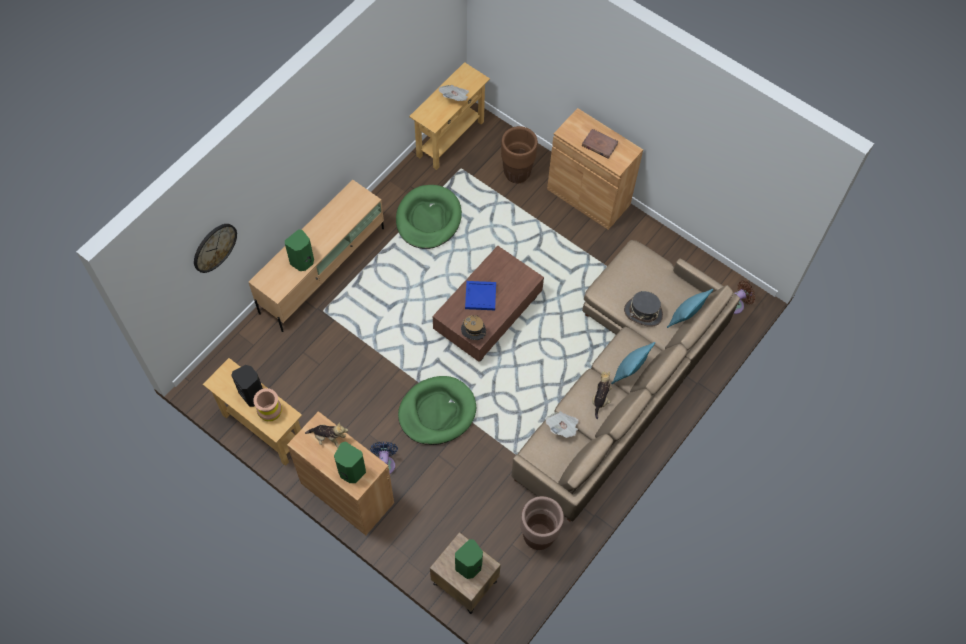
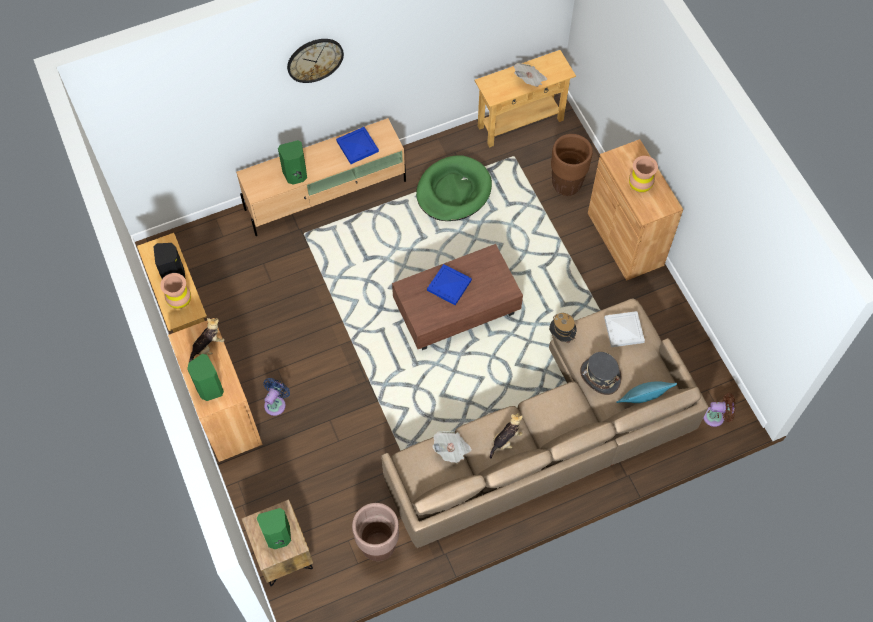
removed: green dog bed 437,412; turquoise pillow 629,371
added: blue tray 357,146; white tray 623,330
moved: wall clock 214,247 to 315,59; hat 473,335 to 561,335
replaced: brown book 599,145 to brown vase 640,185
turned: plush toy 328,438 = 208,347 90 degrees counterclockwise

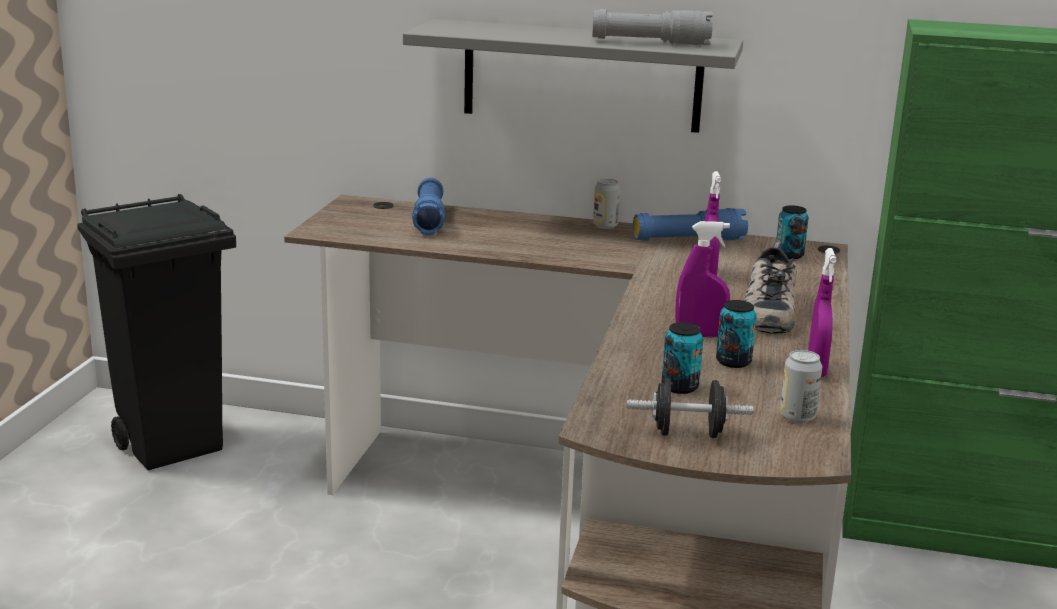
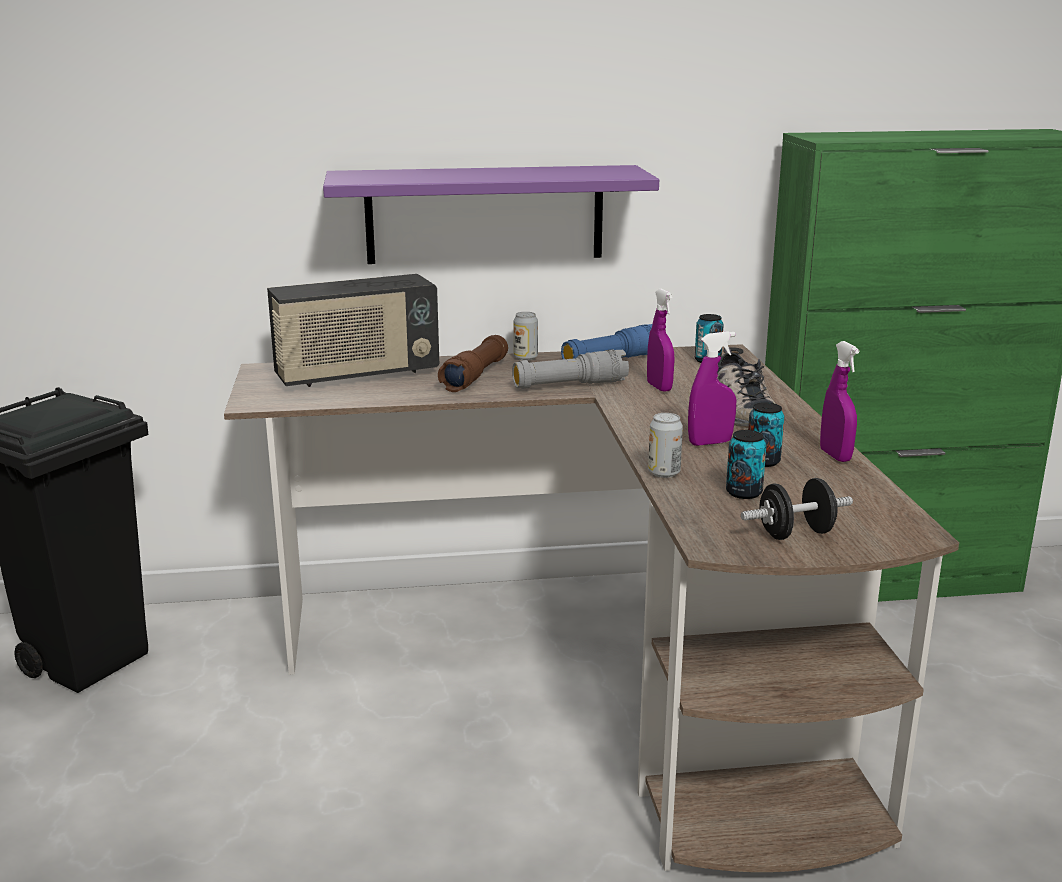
added: brown flashlight 475,376
moved: grey flashlight 650,43 to 569,385; can 797,417 to 664,473
replaced: blue flashlight 429,219 to radio 356,374
recoloured: grey shelf 582,76 to purple shelf 485,214

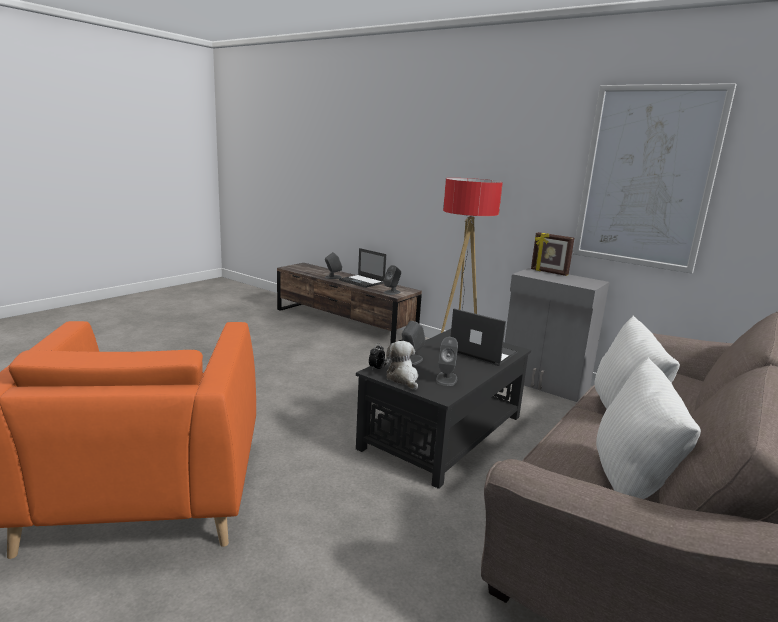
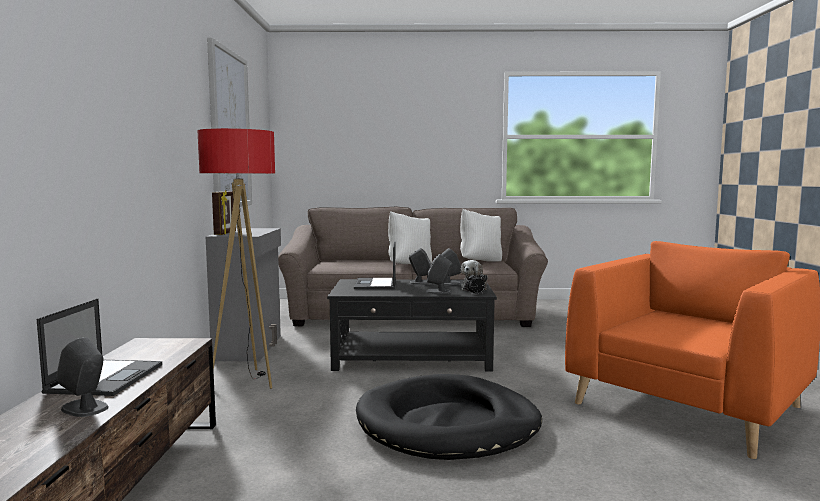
added: black dog bed 448,424
moved: grey speaker 392,292 to 420,283

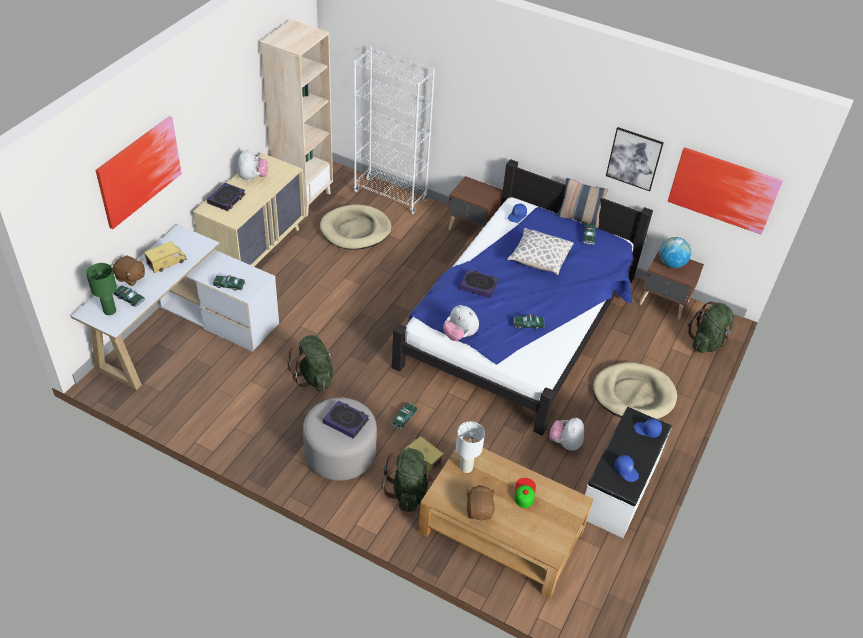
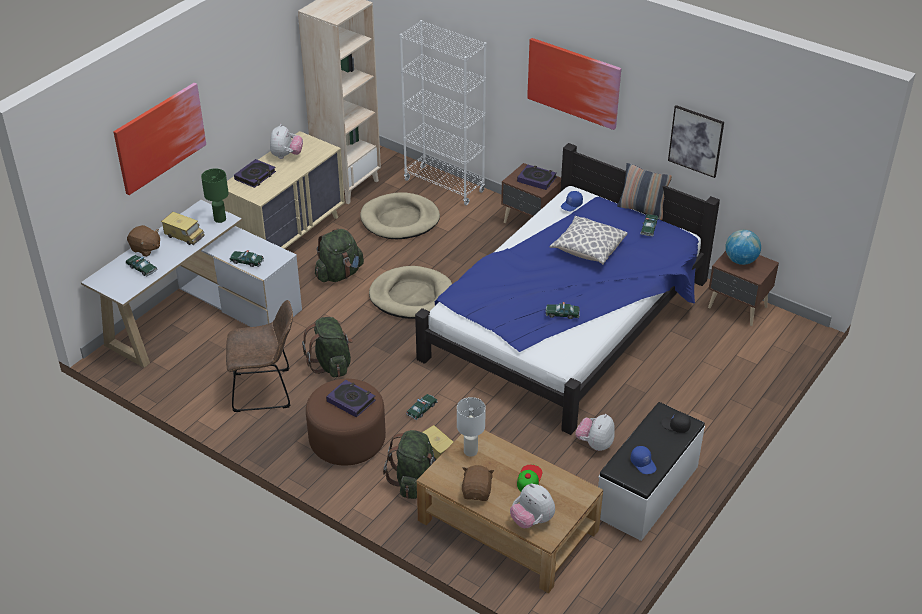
added: brown chair 266,390
moved: green table lamp 110,311 to 220,219; plush toy 459,335 to 532,520; book 478,285 to 536,179; beige dog bed 633,394 to 411,296; picture 723,190 to 574,82; green backpack 707,342 to 339,274
recoloured: grey ottoman 340,454 to brown ottoman 347,440; blue cap 647,430 to black cap 675,426
turned: toy truck 166,262 = 184,235 60 degrees clockwise

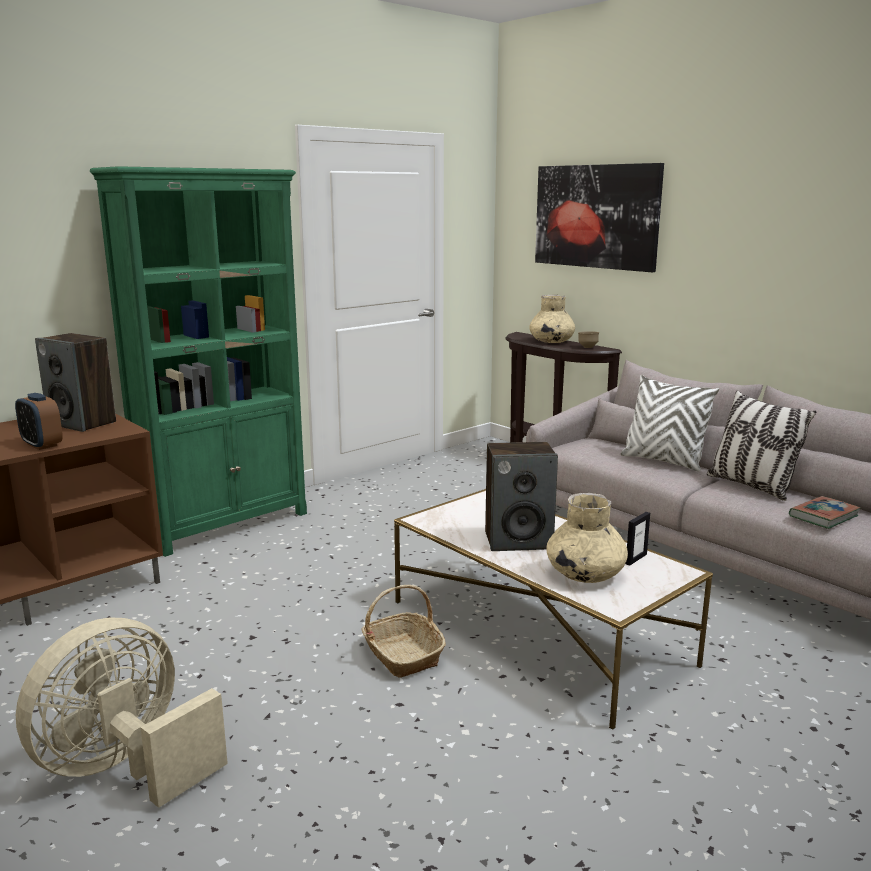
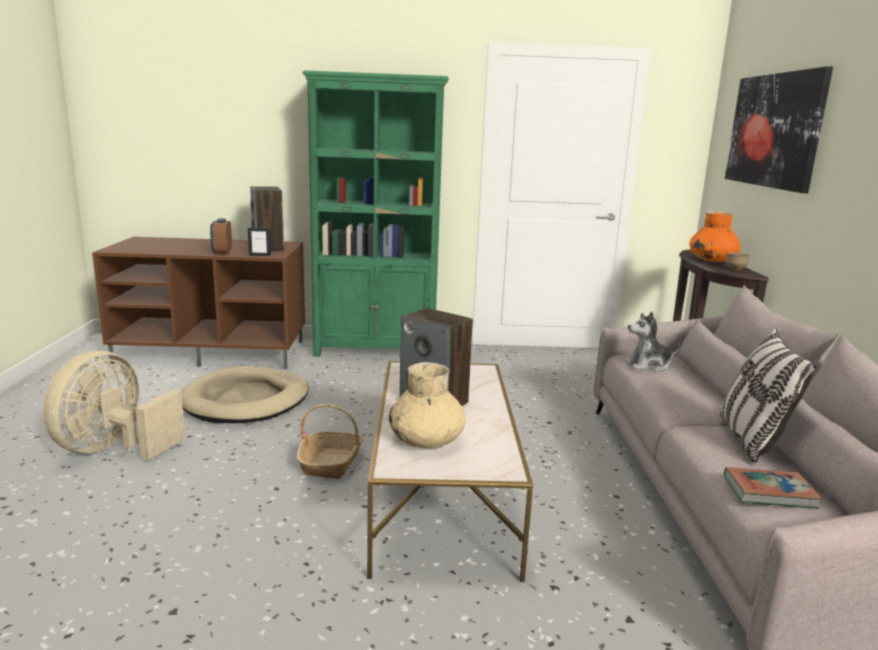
removed: white pillow 663,461
added: beige dog bed 246,400; plush toy 648,365
moved: picture frame 636,559 to 259,255
recoloured: beige vase 551,342 to orange vase 711,260
turned: beige fan 126,767 = 114,449 60 degrees counterclockwise

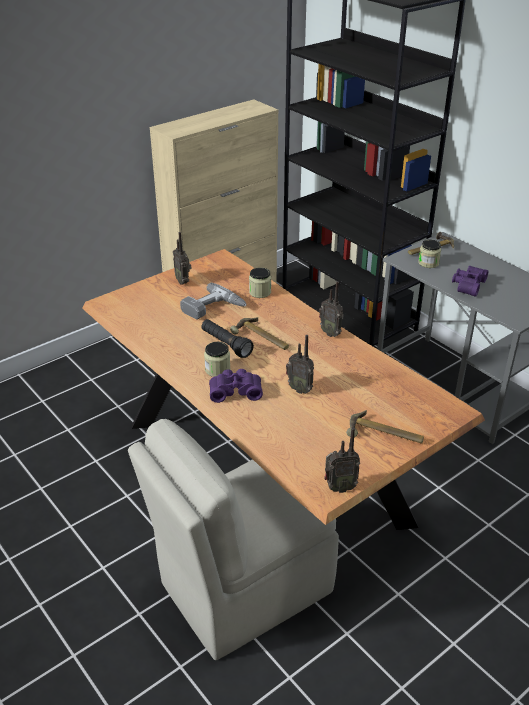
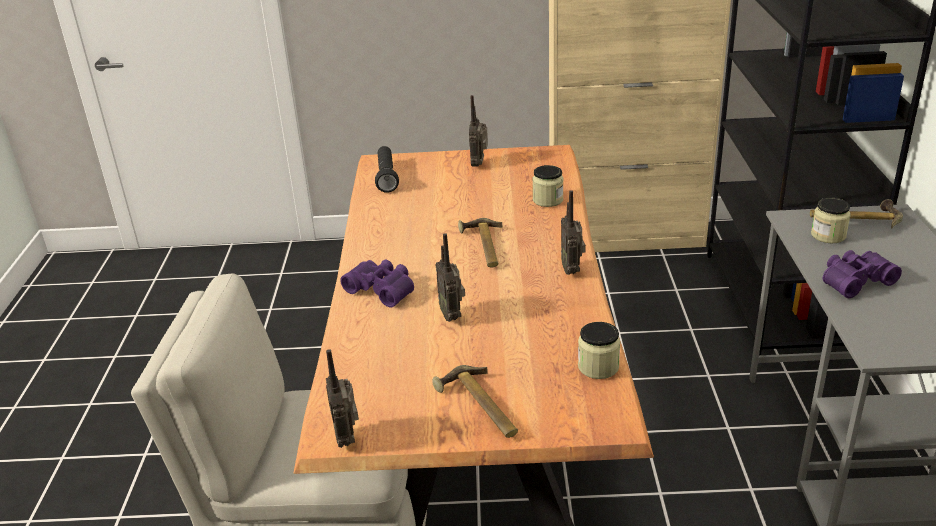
removed: power drill 214,309
moved: black flashlight 226,344 to 386,177; jar 217,369 to 598,367
turned: radio 339,487 = 347,438 45 degrees clockwise

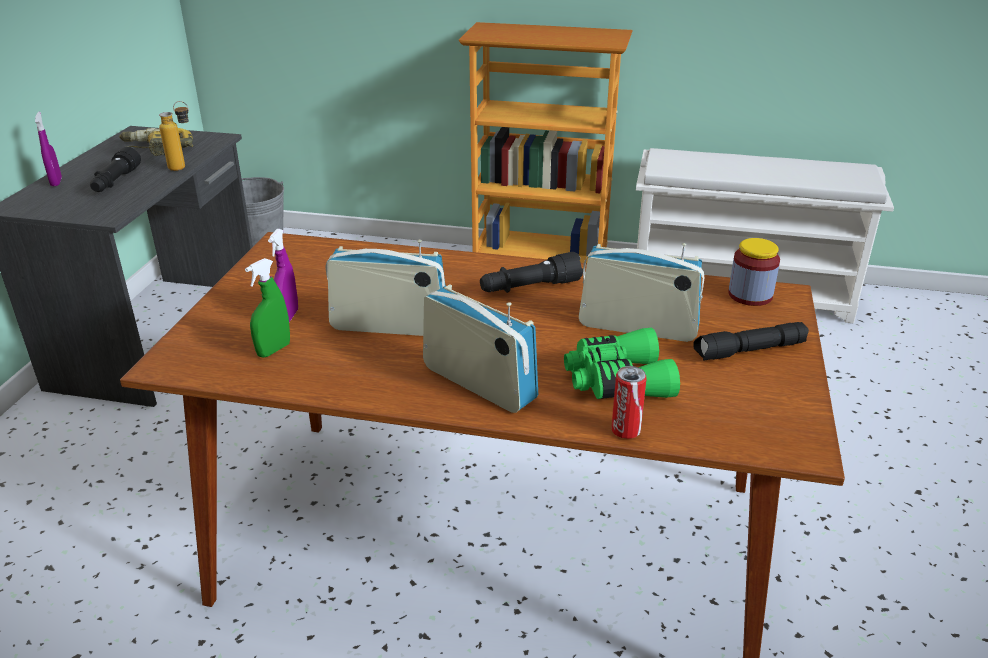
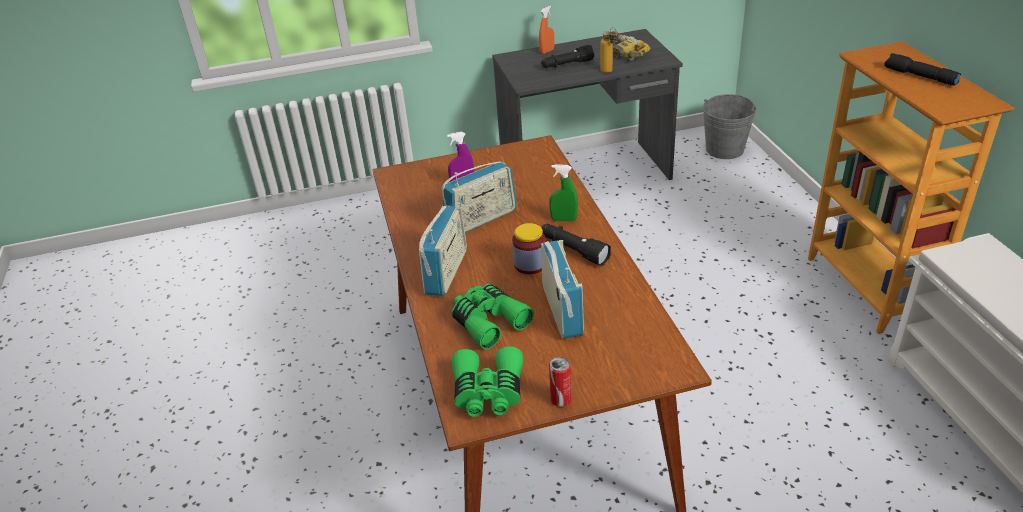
added: green binoculars 488,392
moved: green spray bottle 273,350 to 564,220; can 625,431 to 561,400; black flashlight 749,351 to 919,76; jar 750,295 to 530,264
recoloured: purple spray bottle 56,182 to orange spray bottle 547,51
turned: radio 390,326 = 481,219 75 degrees clockwise

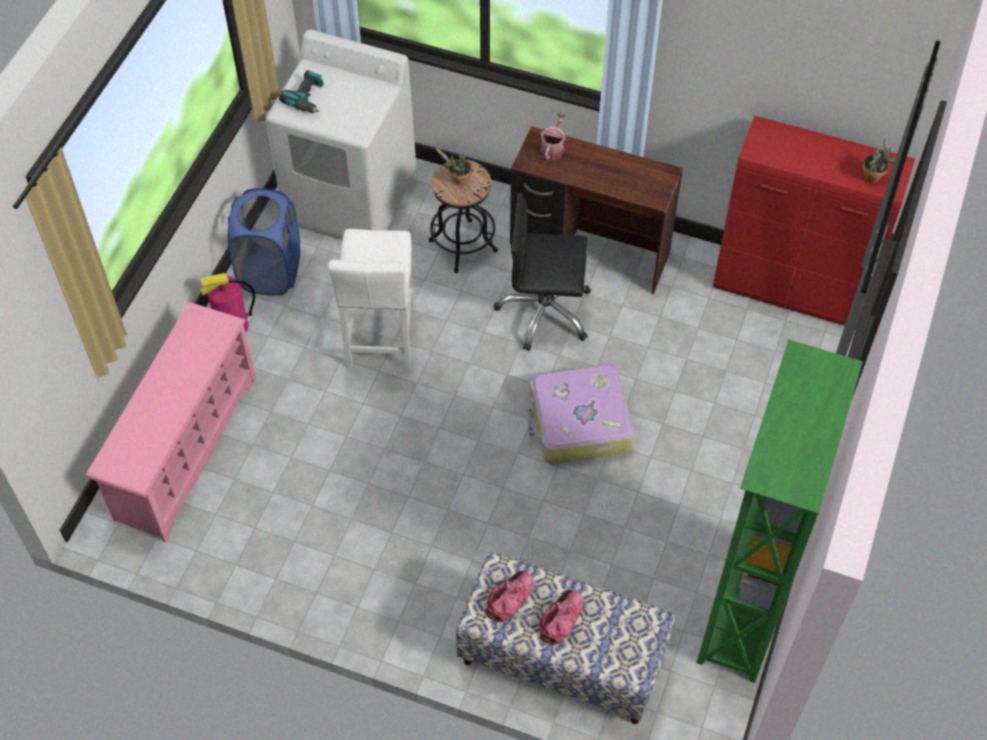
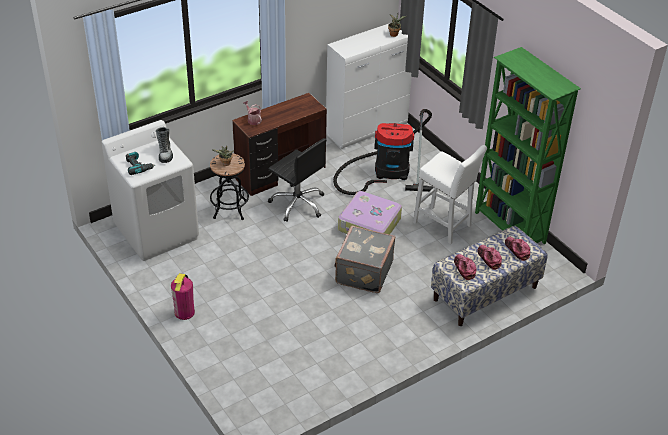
removed: pink shoe rack 184,447; blue laundry basket 270,271
added: boot 165,153; vacuum cleaner 387,172; grey suitcase 363,272; cap 517,250
moved: white stool 381,340 to 444,226
recoloured: red cabinet 792,290 to white cabinet 367,129
turned: black office chair 545,312 = 298,204 90 degrees counterclockwise

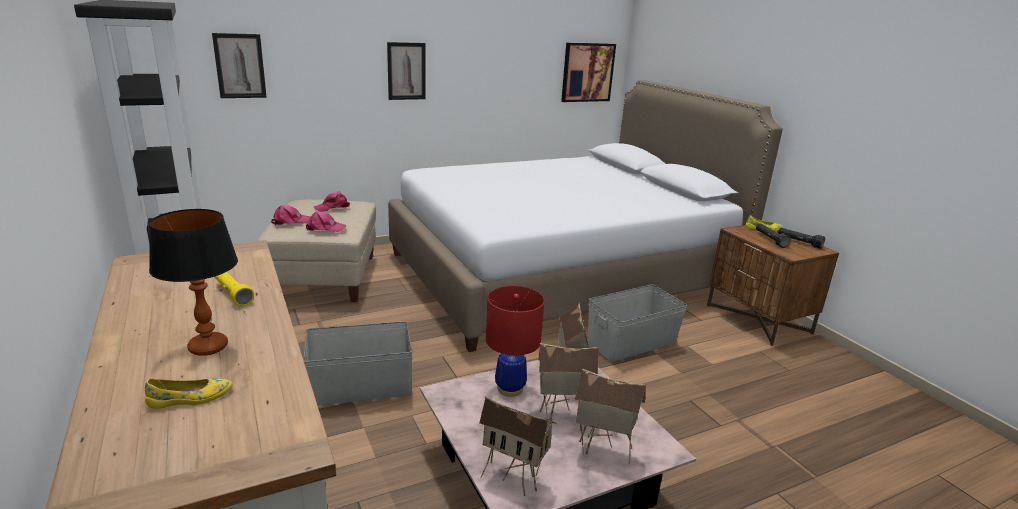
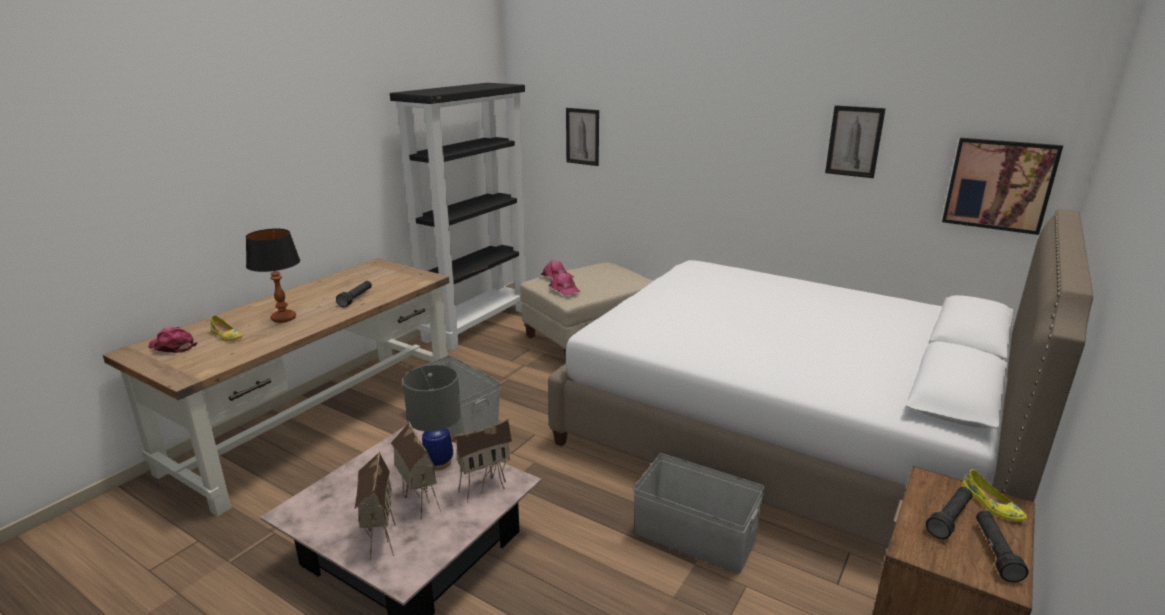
removed: toy house 514,477
moved: pink cap 332,207 to 172,346; picture 406,71 to 854,141
recoloured: yellow flashlight 232,293 to black flashlight 356,298; red table lamp 510,389 to grey table lamp 438,463

